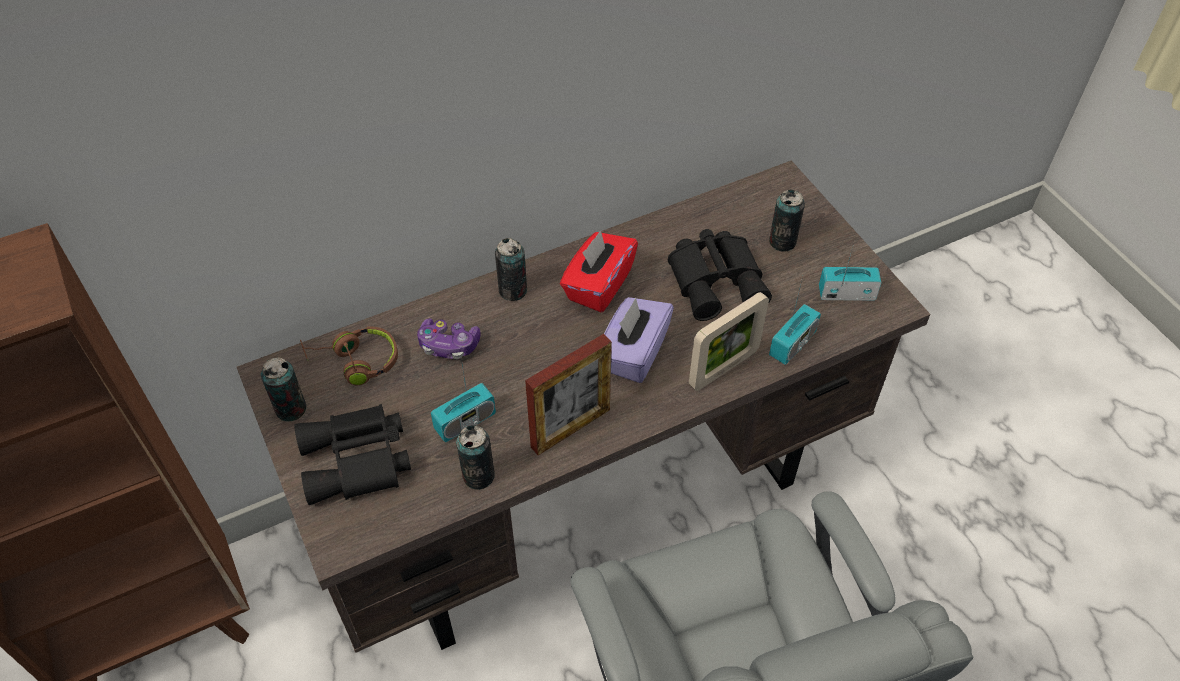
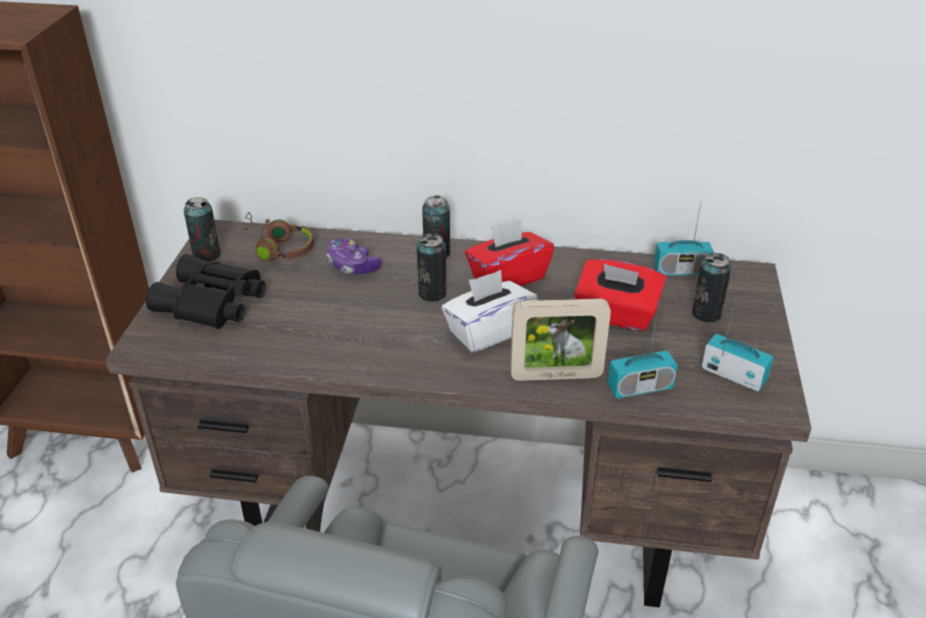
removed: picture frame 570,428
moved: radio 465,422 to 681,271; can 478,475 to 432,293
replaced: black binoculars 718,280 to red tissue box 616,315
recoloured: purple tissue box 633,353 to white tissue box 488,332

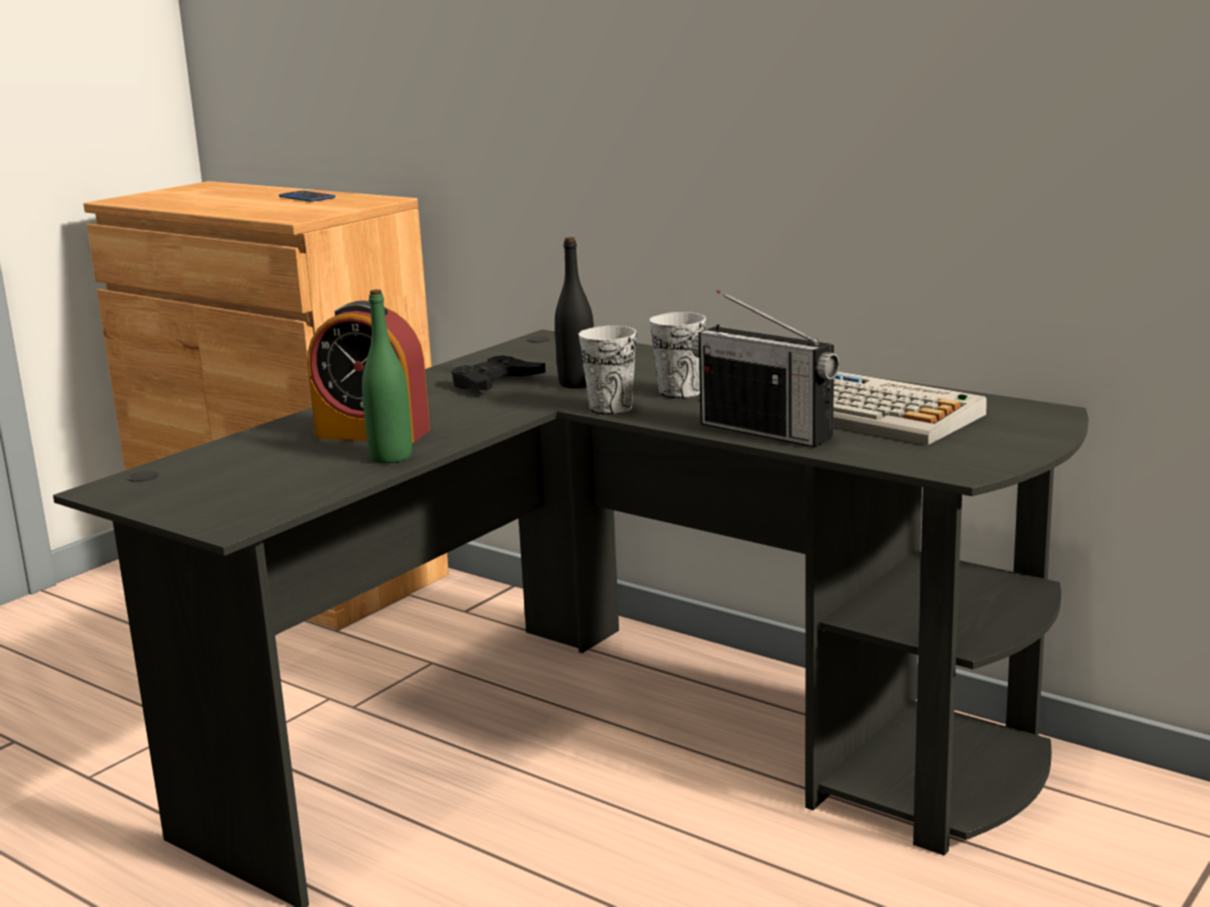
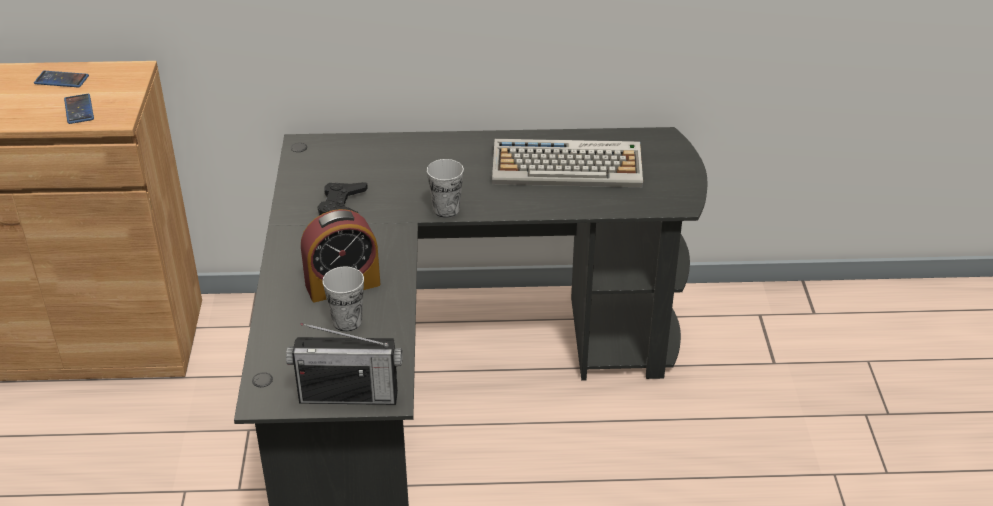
removed: green bottle 391,457; black bottle 577,384
added: phone 79,109
moved: cup 679,392 to 347,321; radio 766,431 to 349,395

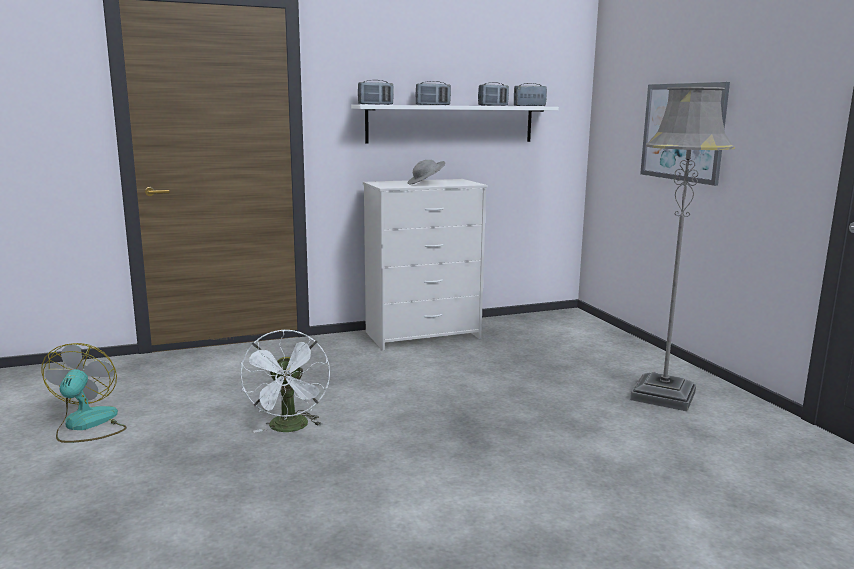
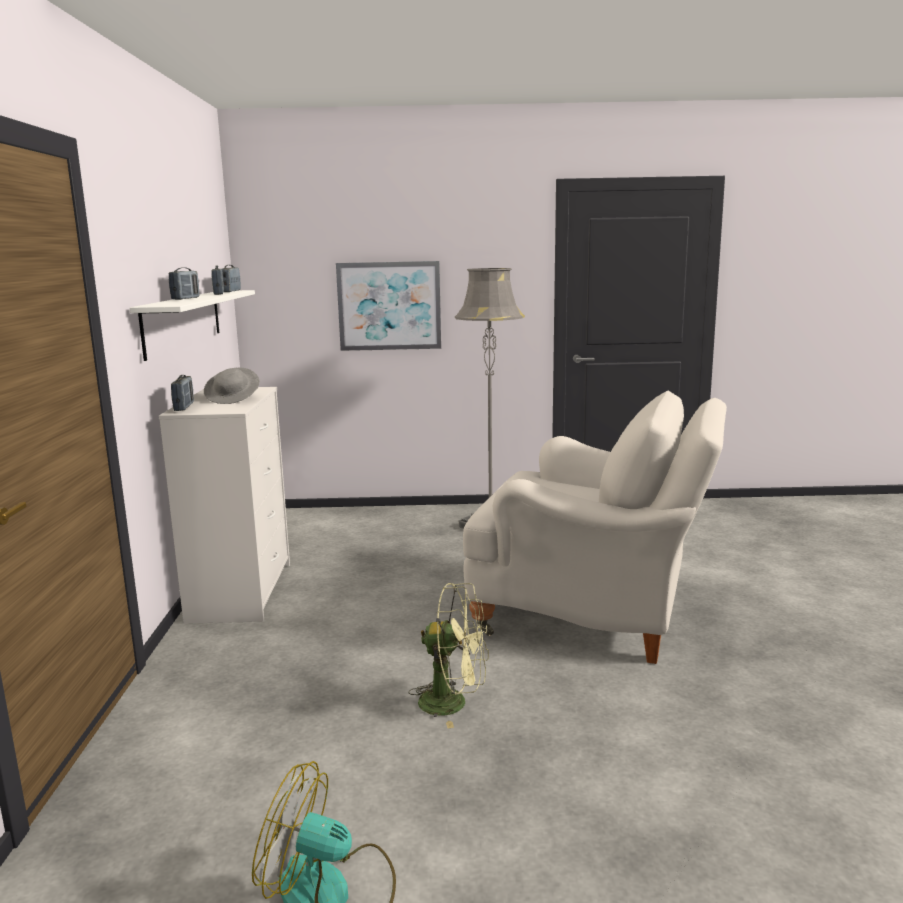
added: white armchair 595,613
moved: radio 375,104 to 184,407
recoloured: white fan 290,428 to green fan 453,703

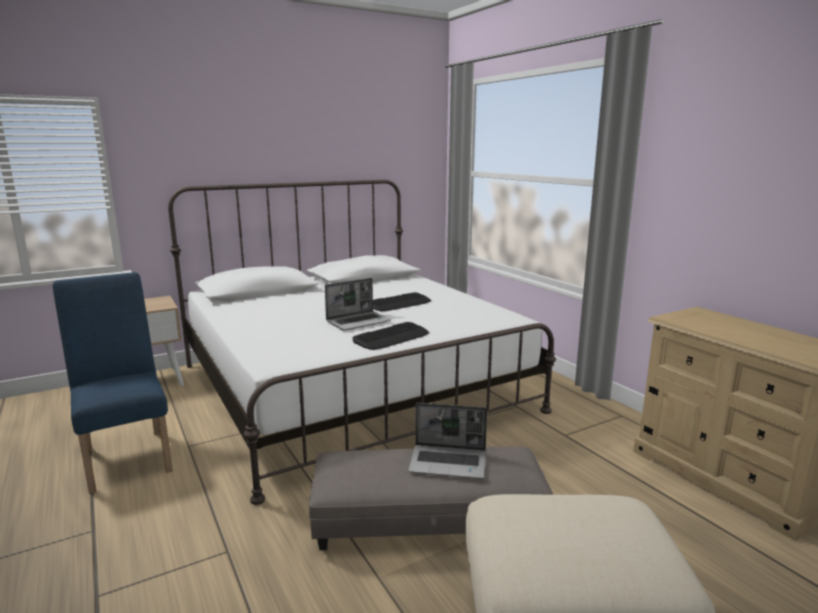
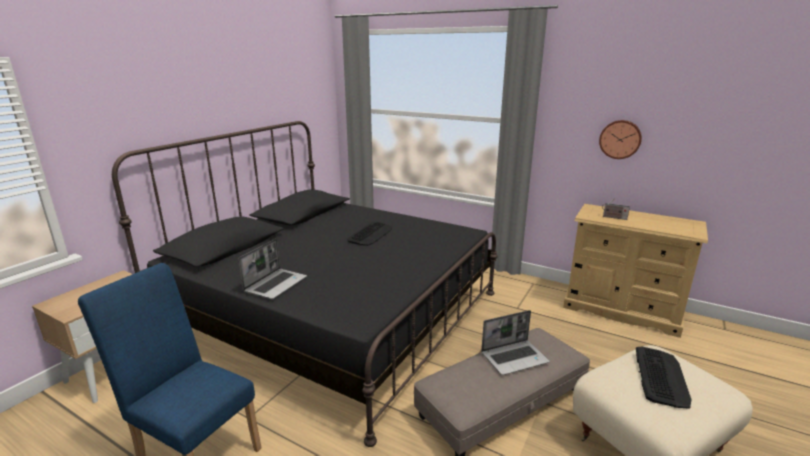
added: wall clock 620,139; radio 613,217
moved: laptop 359,322 to 276,284; keyboard 391,337 to 660,376
recoloured: white bed 350,387 to black bed 334,314

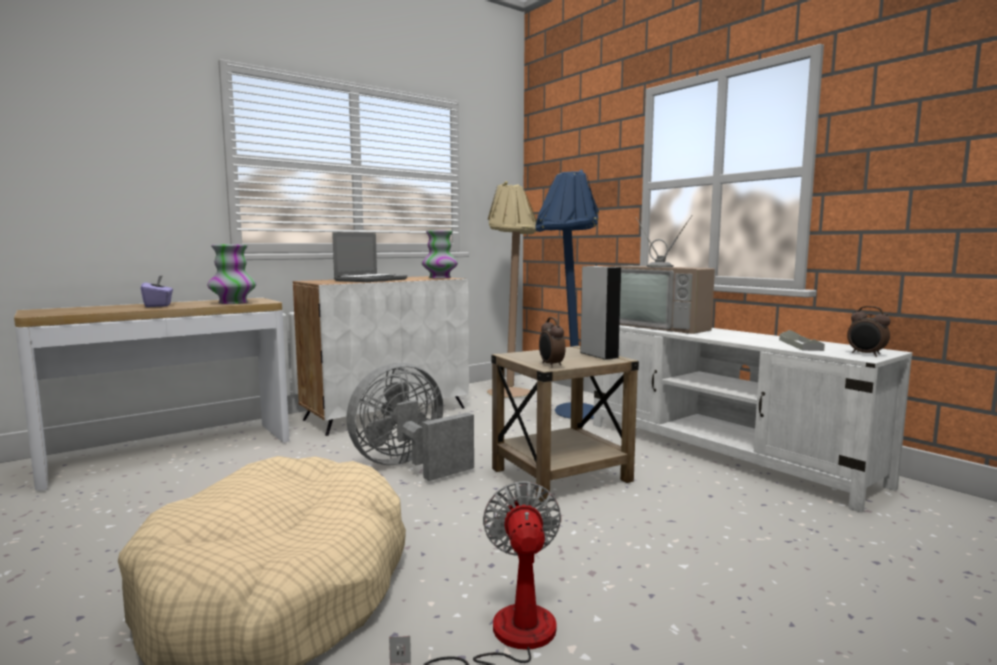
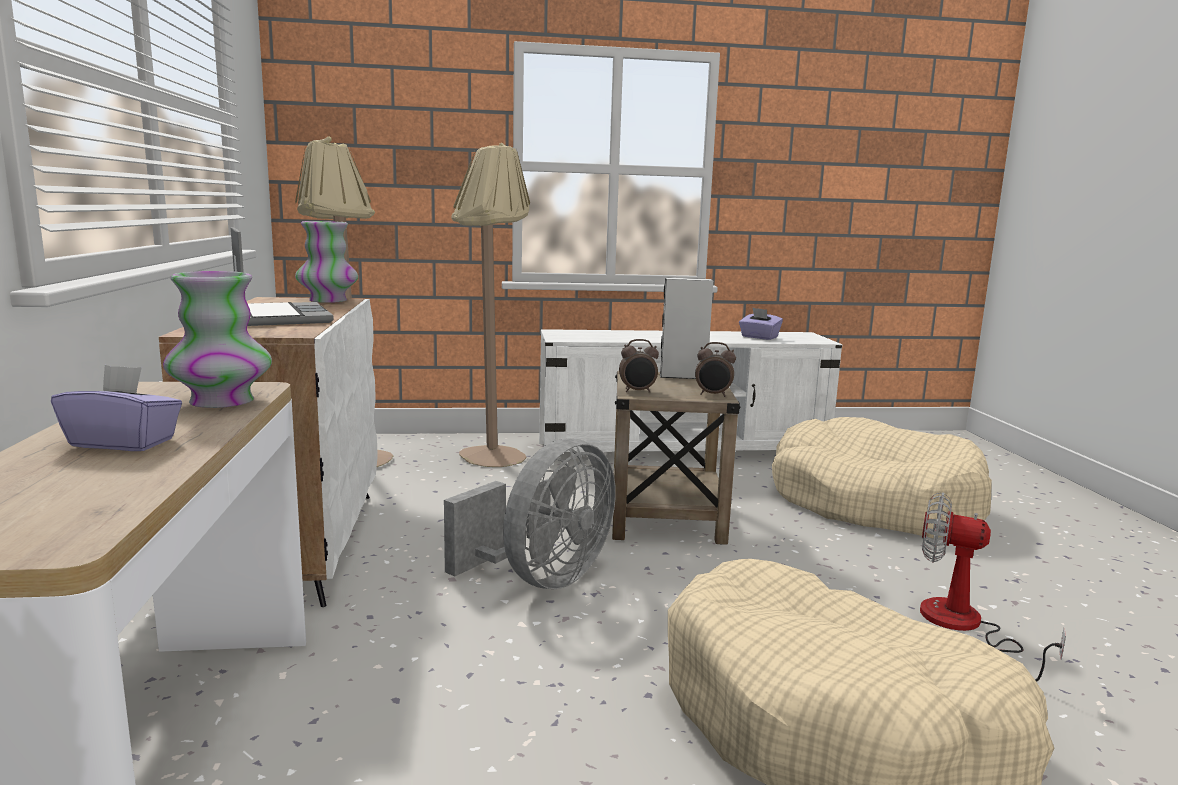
removed: television 662,326
added: beige dog bed 874,502
moved: alarm clock 866,354 to 638,391
replaced: grey tray 800,345 to purple tissue box 759,337
recoloured: blue floor lamp 568,414 to beige floor lamp 490,462
turned: grey fan 408,466 = 542,578 135 degrees counterclockwise

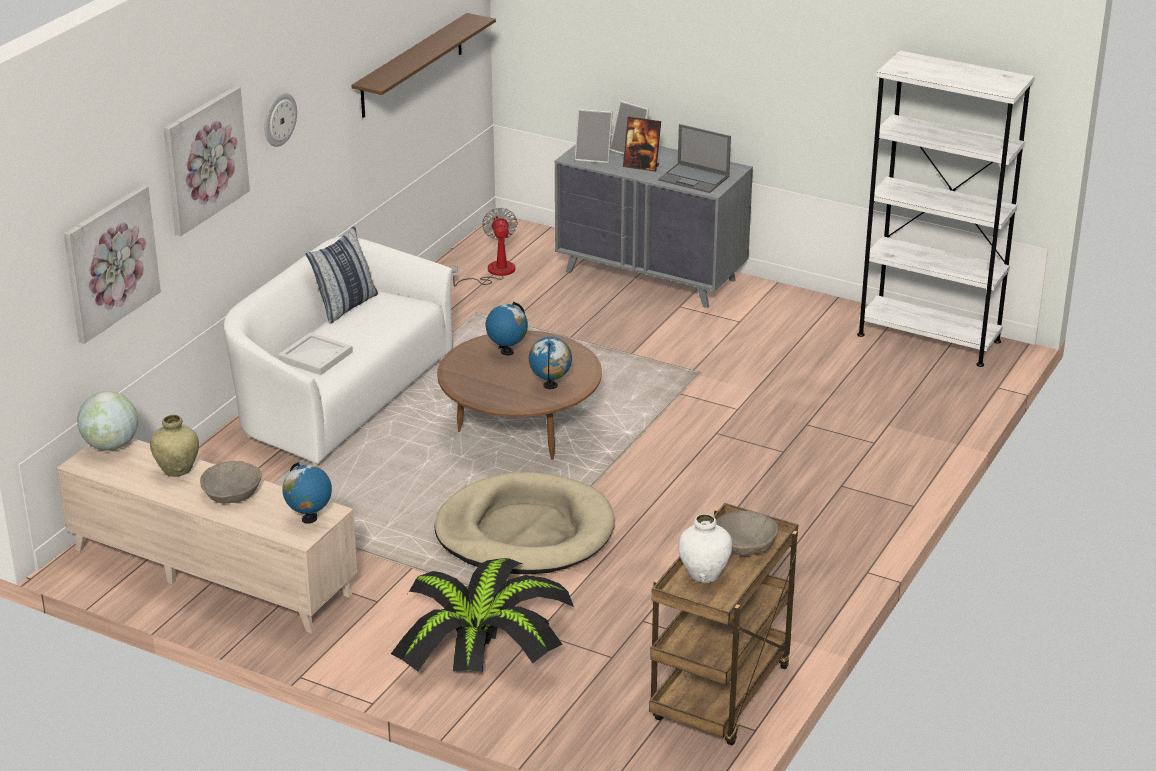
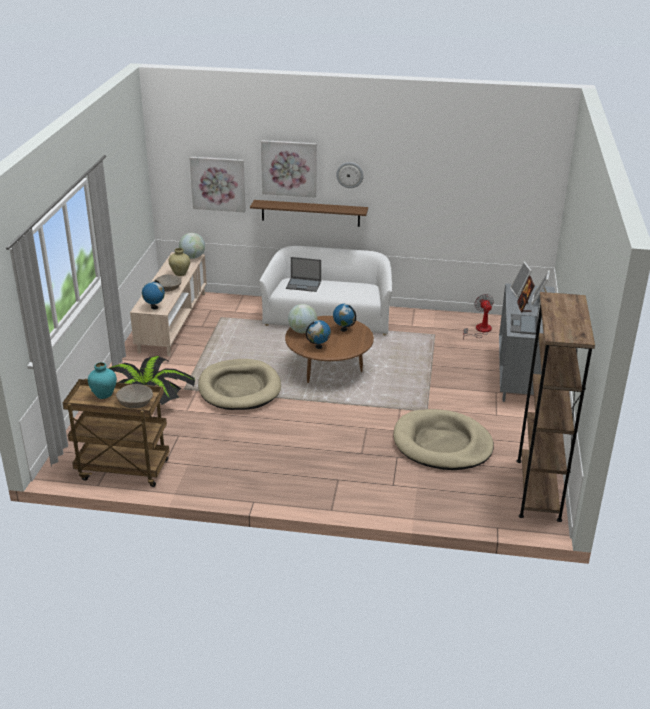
removed: pillow 345,306
added: globe 302,331; beige dog bed 442,444
moved: brown shelf 412,66 to 310,213
replaced: white tray 315,356 to laptop 304,285
recoloured: white vase 704,574 to turquoise vase 104,395; white bookcase 928,338 to brown bookcase 538,489
turned: fan 493,273 = 480,330 75 degrees counterclockwise

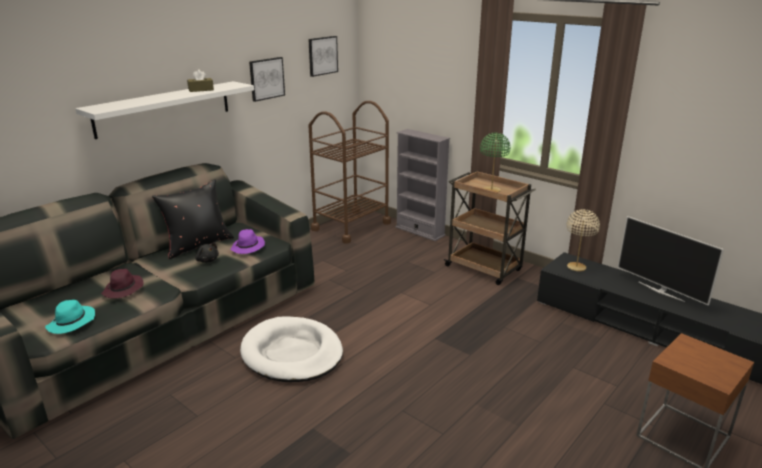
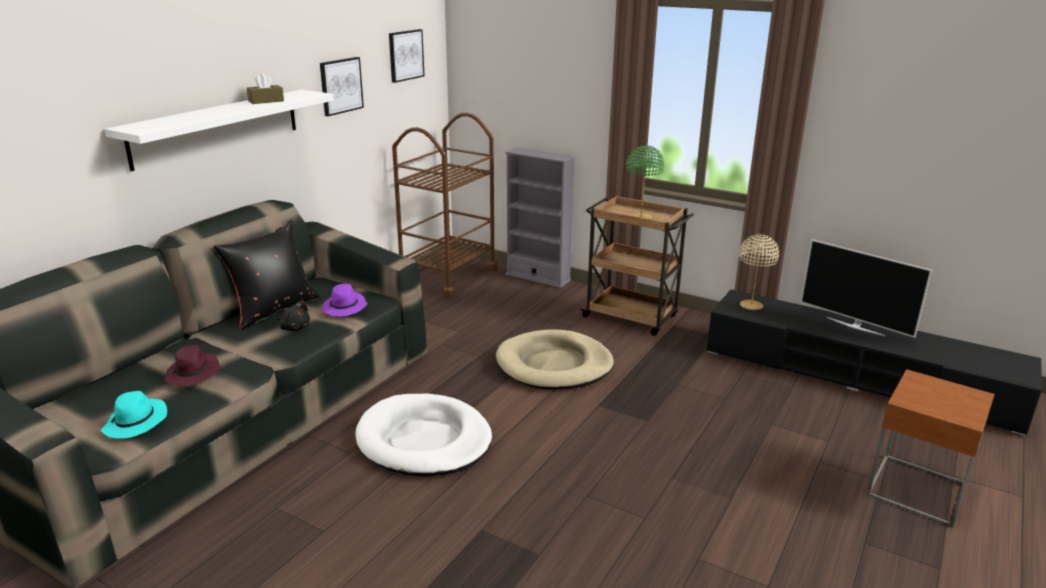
added: beige dog bed 554,365

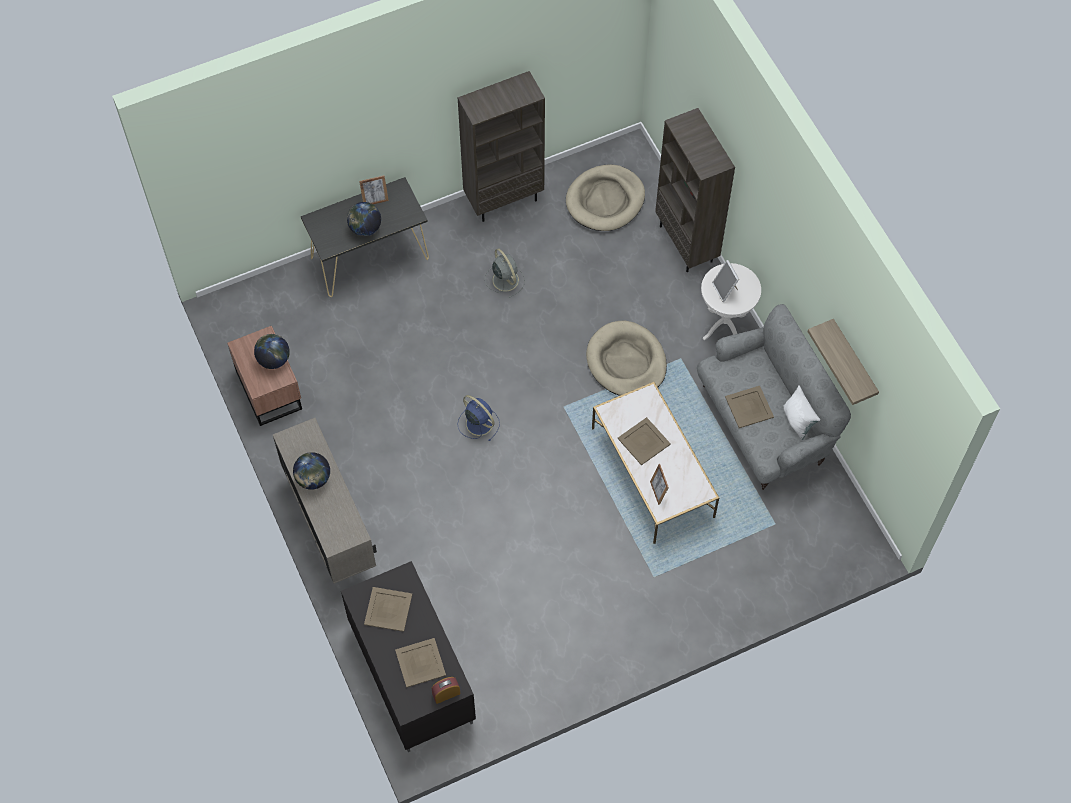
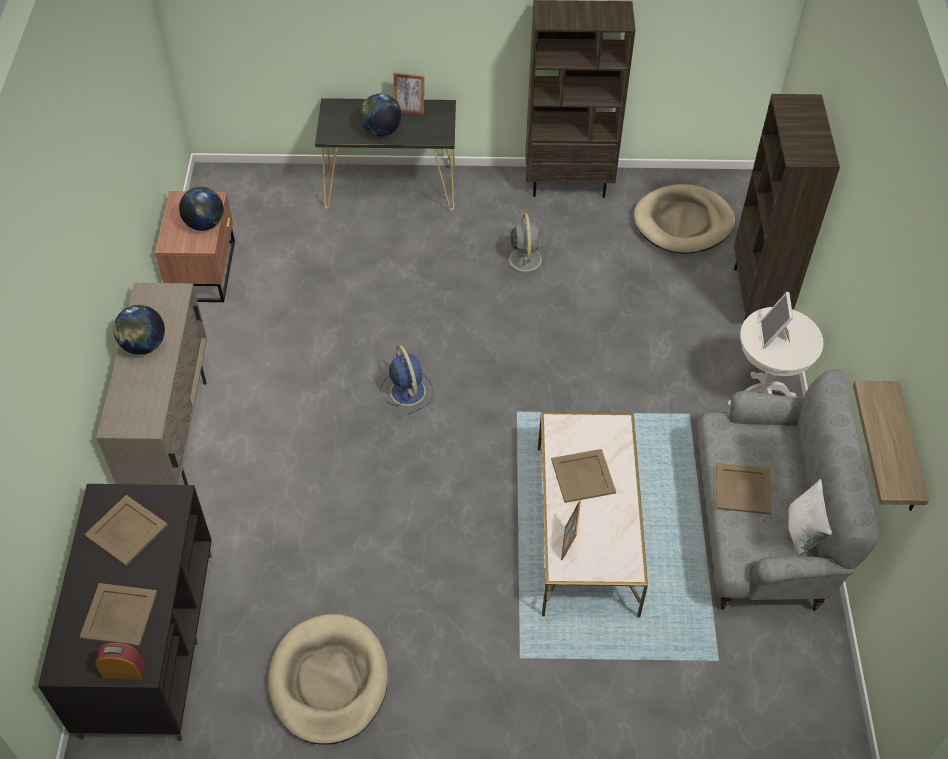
moved: beige dog bed 626,362 to 328,681

